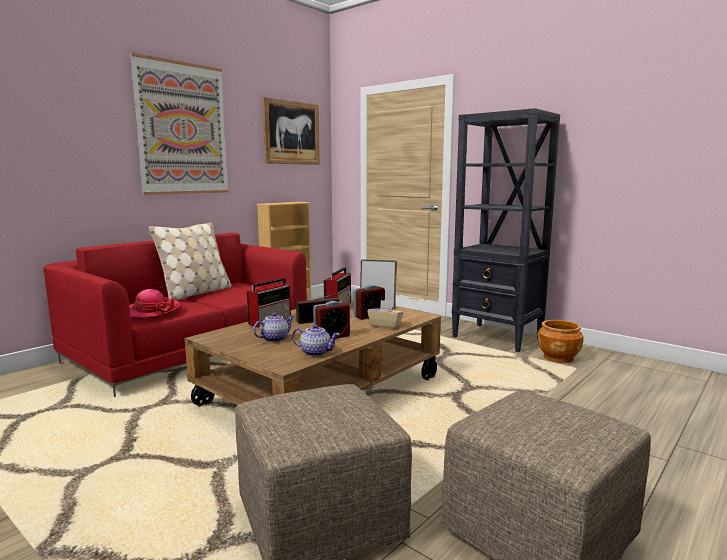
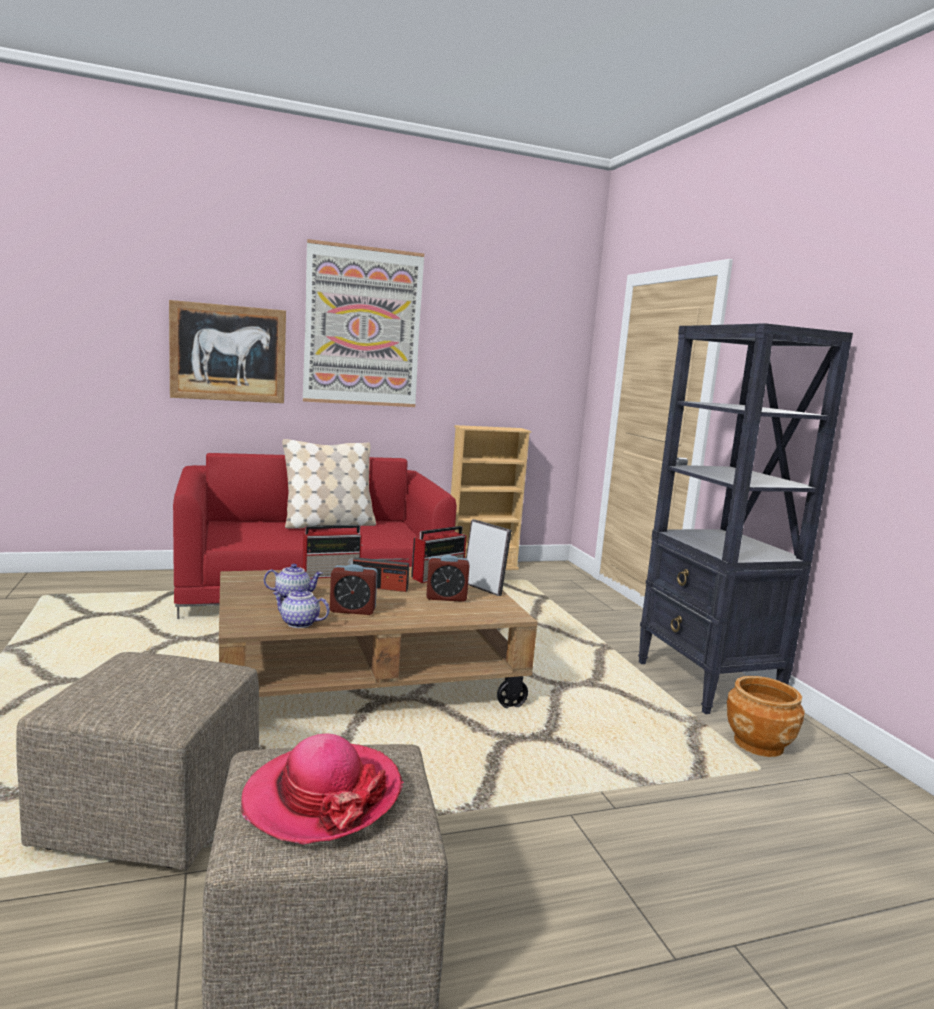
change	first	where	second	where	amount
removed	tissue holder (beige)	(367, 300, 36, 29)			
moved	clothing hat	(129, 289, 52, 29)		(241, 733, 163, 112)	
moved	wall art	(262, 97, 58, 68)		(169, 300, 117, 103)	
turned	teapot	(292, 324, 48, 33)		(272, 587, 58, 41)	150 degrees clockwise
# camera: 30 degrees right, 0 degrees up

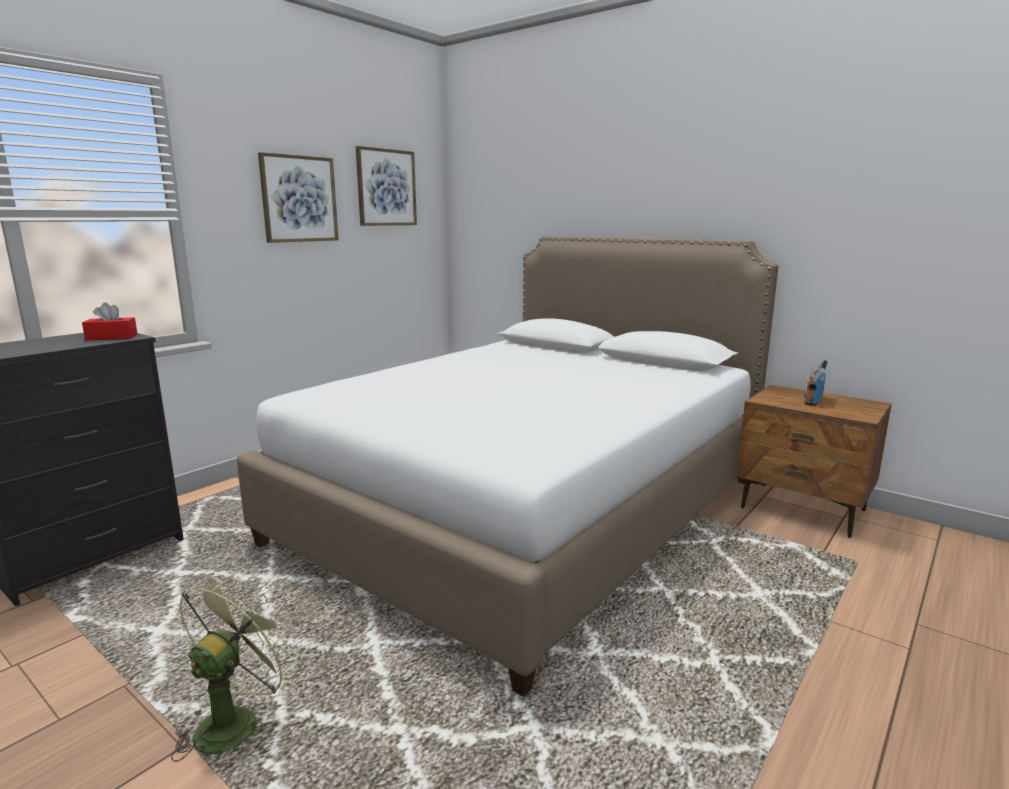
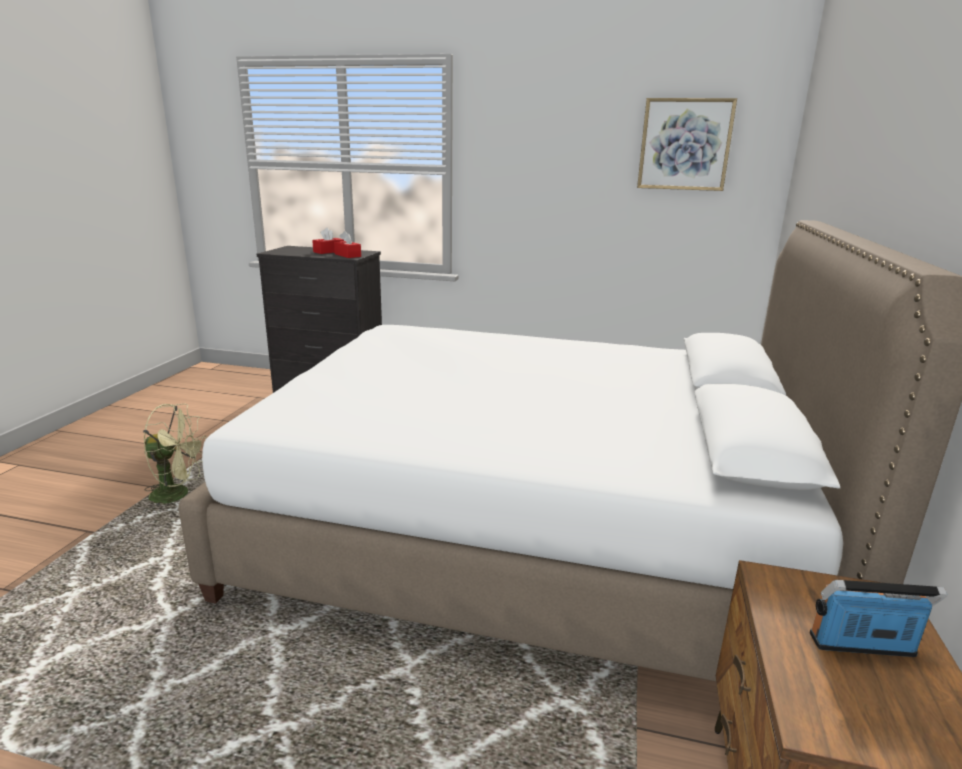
change	first	where	second	where	amount
removed	wall art	(258, 152, 81, 91)			
added			tissue holder (red-coloured)	(312, 228, 32, 26)	
# camera: 65 degrees right, 5 degrees up

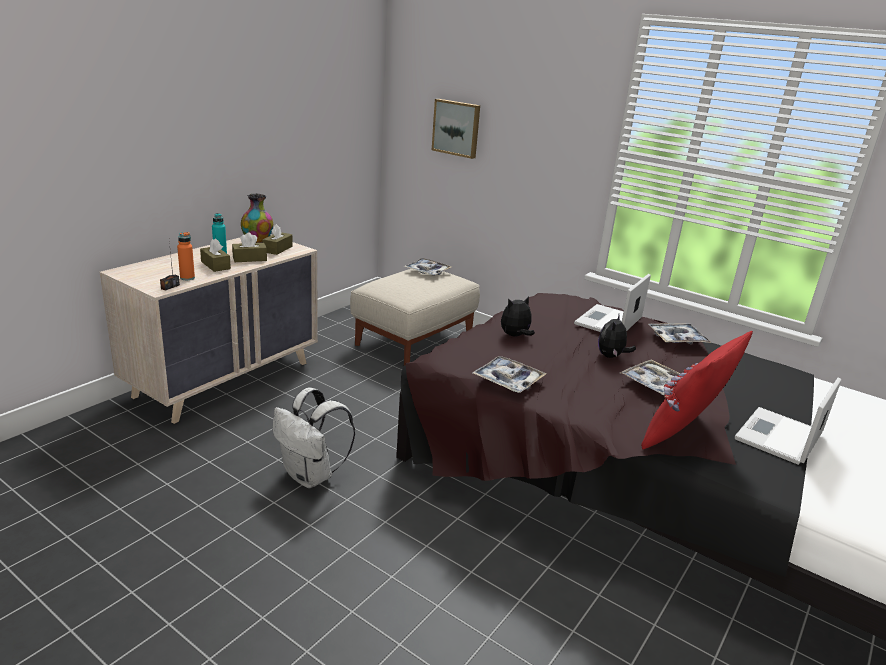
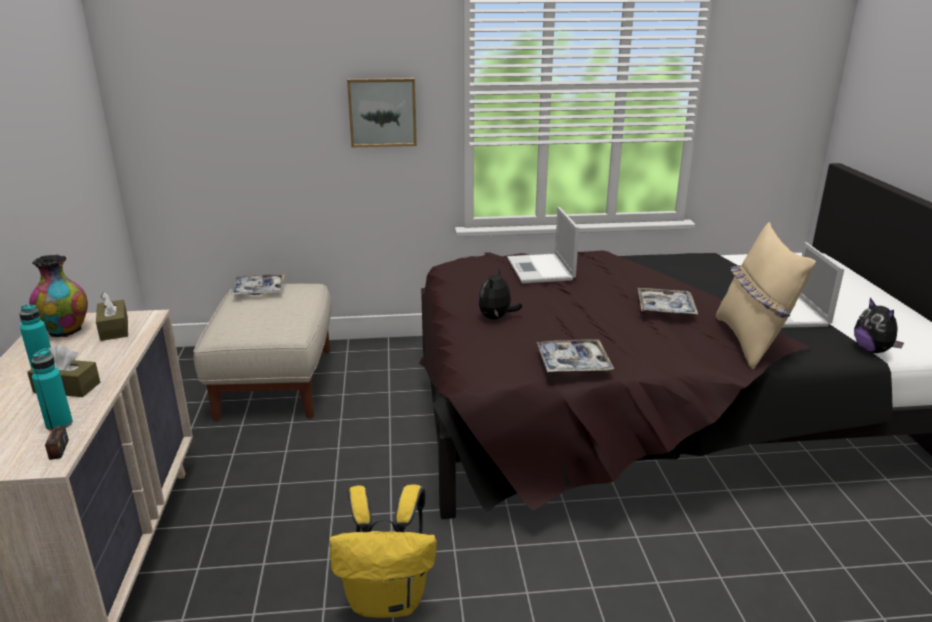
change	first	where	second	where	amount
removed	tissue holder (brownish)	(232, 232, 35, 30)			
removed	serving tray	(649, 323, 62, 21)			
moved	wall art	(432, 99, 48, 60)		(347, 78, 70, 69)	
moved	soft toy	(598, 315, 38, 43)		(854, 298, 50, 55)	
recoloured	beverage bottle (orange-coloured)	(177, 232, 18, 48)	beverage bottle (blue-green)	(31, 348, 42, 83)	
recoloured	backpack (whitish)	(273, 387, 82, 101)	backpack (yellow)	(329, 484, 108, 134)	
recoloured	throw pillow (red-coloured)	(641, 331, 112, 119)	throw pillow (beige)	(716, 222, 100, 147)	
# camera: 40 degrees left, 0 degrees up

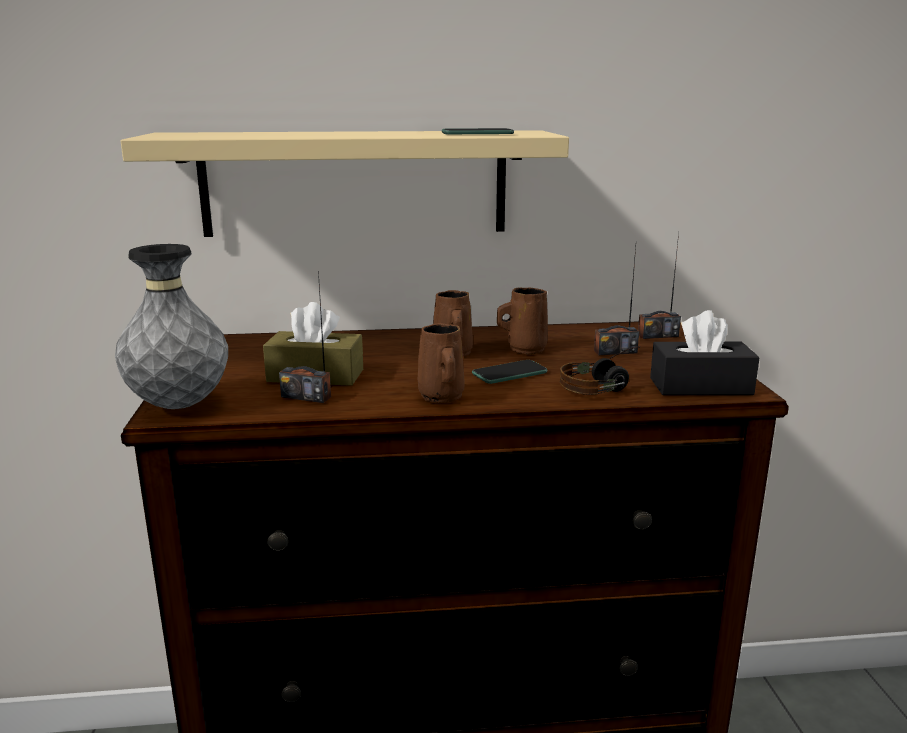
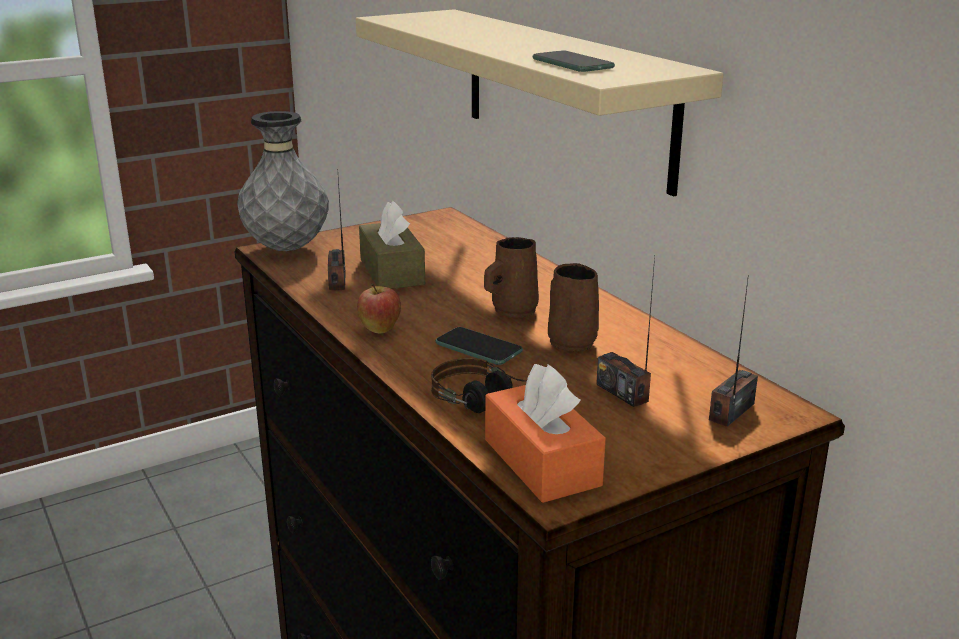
change	first	where	second	where	amount
replaced	mug (brownish)	(418, 323, 47, 80)	apple fruit	(357, 283, 44, 51)	
recoloured	tissue holder (blackish)	(650, 310, 110, 85)	tissue holder (orange-coloured)	(485, 364, 121, 139)	
turned	radio set	(638, 233, 43, 106)		(709, 275, 49, 152)	75 degrees clockwise
# camera: 65 degrees right, 5 degrees up

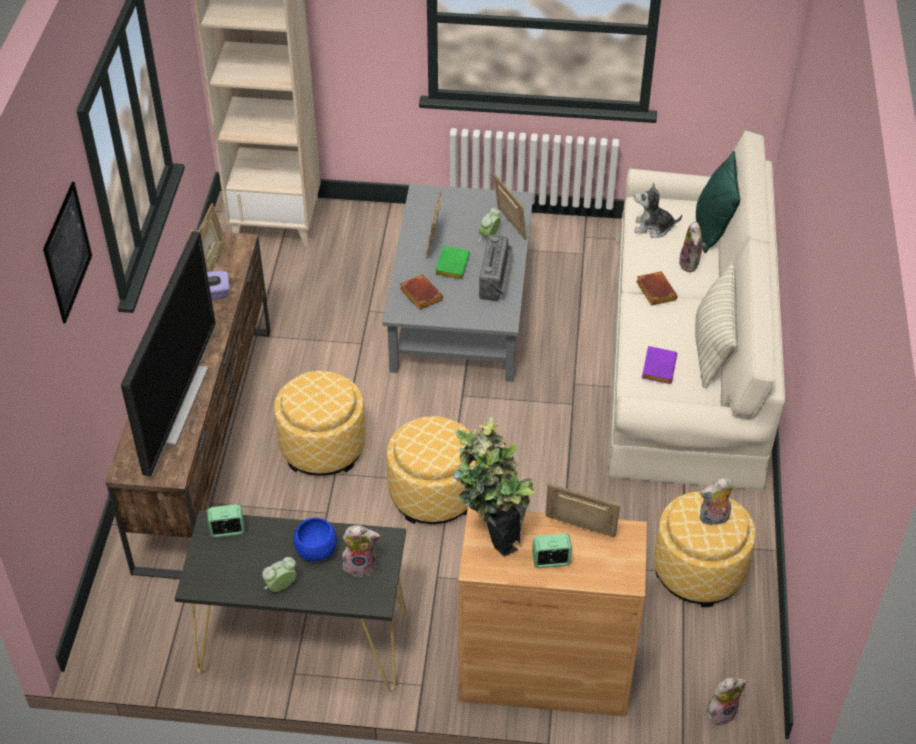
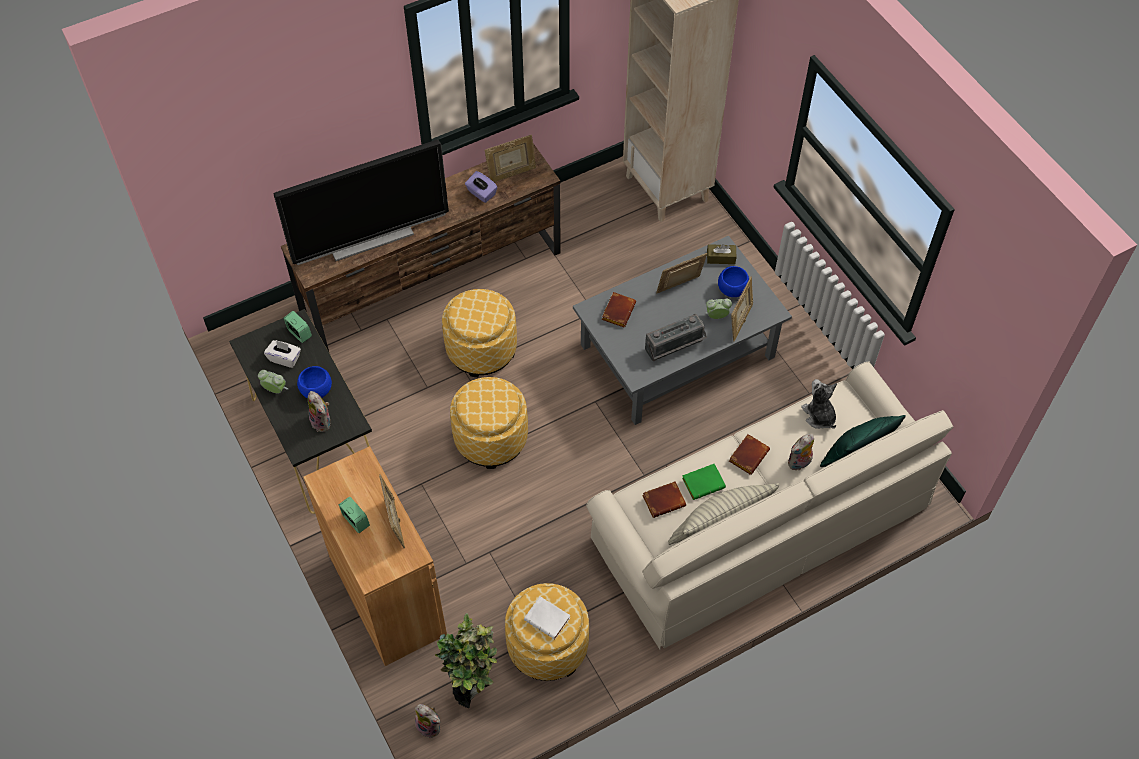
change	first	where	second	where	amount
removed	wall art	(43, 182, 49, 141)			
added			tissue holder (whitish)	(264, 340, 37, 28)	
added			tissue holder (brownish)	(707, 244, 29, 20)	
added			bowl (blue)	(718, 266, 31, 31)	
moved	bound book (greenish)	(435, 246, 35, 33)		(682, 464, 44, 36)	
moved	plant in a pot	(453, 417, 82, 139)		(435, 613, 62, 95)	
replaced	soft toy	(700, 478, 33, 48)	bound book (whitish)	(524, 596, 47, 44)	
recoloured	bound book (purplish)	(642, 346, 35, 38)	bound book (brownish)	(642, 481, 44, 37)	
# camera: 55 degrees right, 10 degrees up

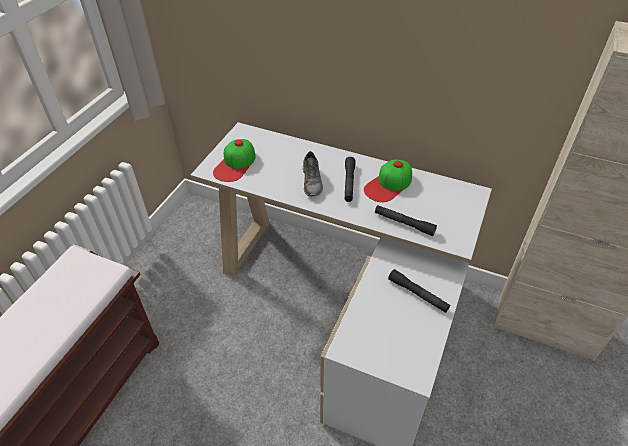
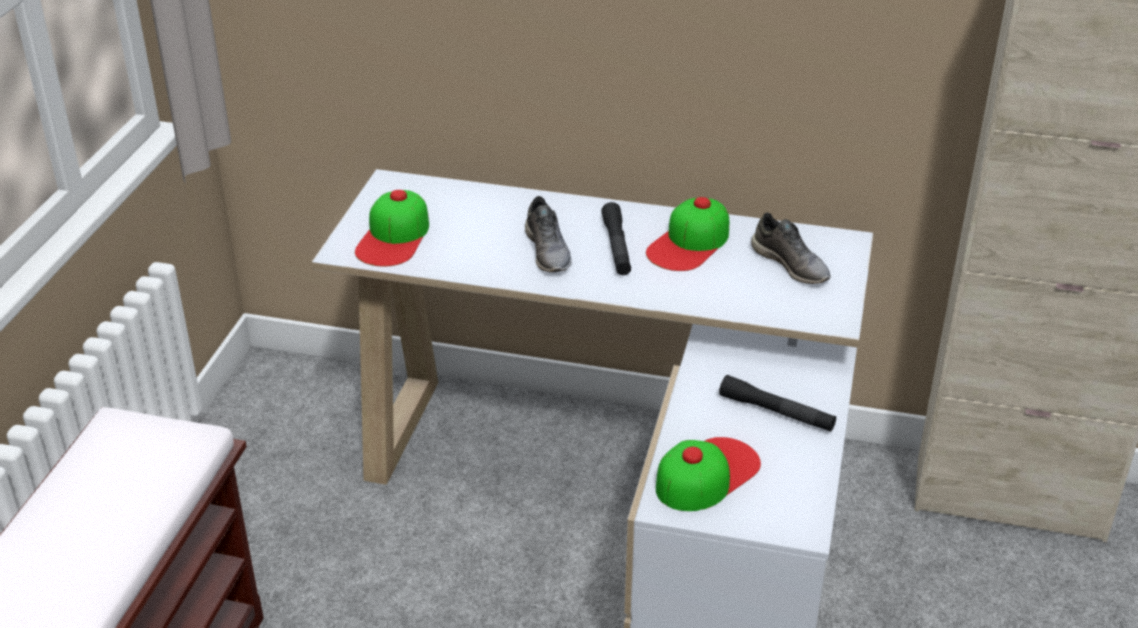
change	first	where	second	where	amount
removed	flashlight (blackish)	(375, 205, 62, 31)			
added			baseball cap	(656, 437, 105, 74)	
added			shoe (greyish)	(751, 212, 80, 72)	
# camera: 10 degrees left, 10 degrees down

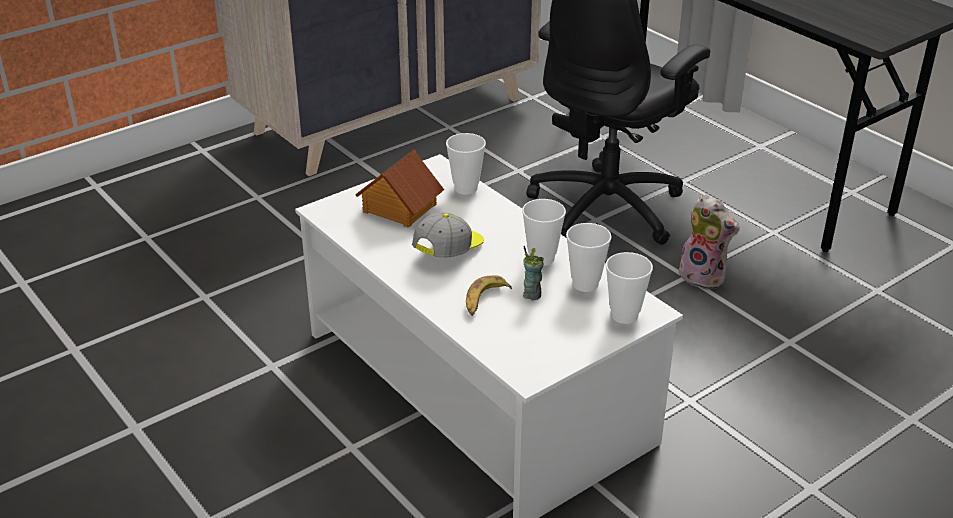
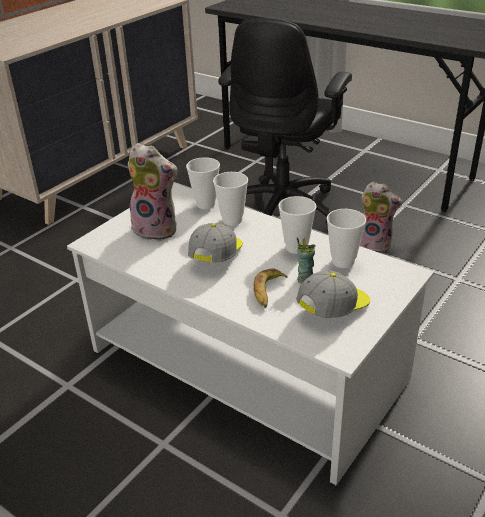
change	first	where	second	where	amount
added			baseball cap	(296, 271, 74, 47)	
moved	small cup	(606, 252, 47, 72)		(213, 172, 35, 53)	
replaced	model house	(355, 150, 89, 77)	soft toy	(128, 143, 50, 98)	
# camera: 15 degrees left, 0 degrees up

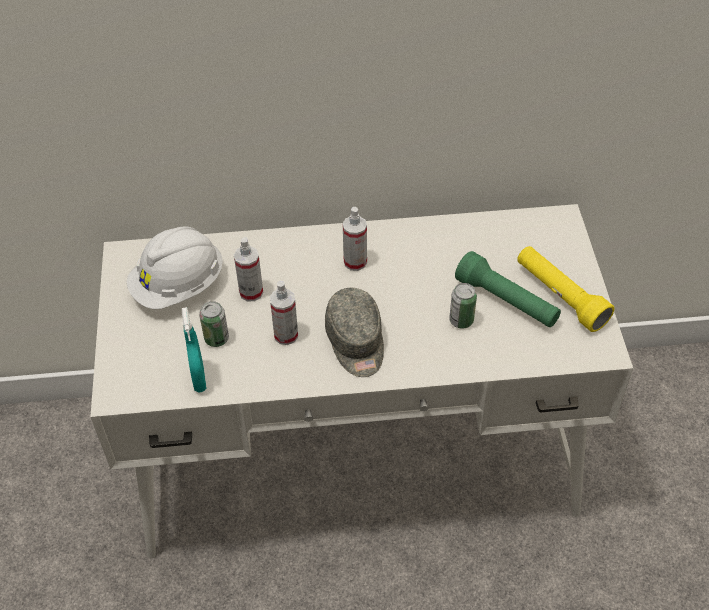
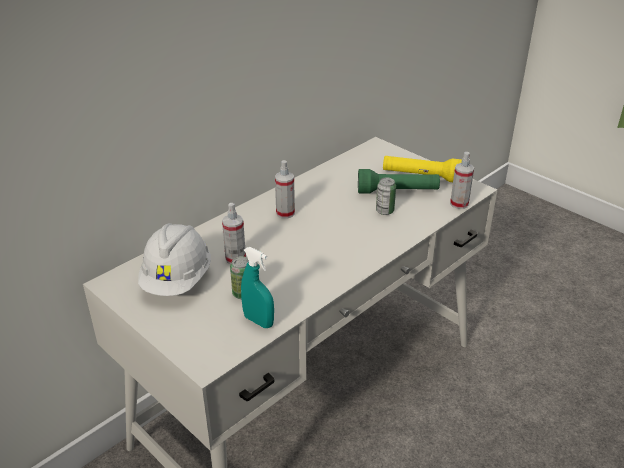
change	first	where	second	where	amount
removed	baseball cap (greyish)	(325, 288, 59, 89)			
moved	sprayer	(270, 281, 28, 64)		(450, 152, 24, 57)	
# camera: 40 degrees left, 15 degrees down

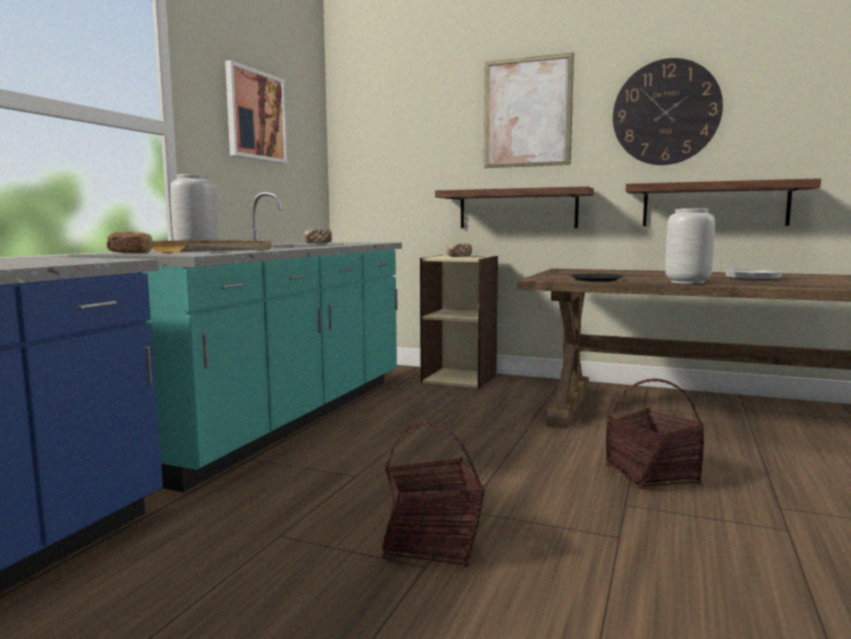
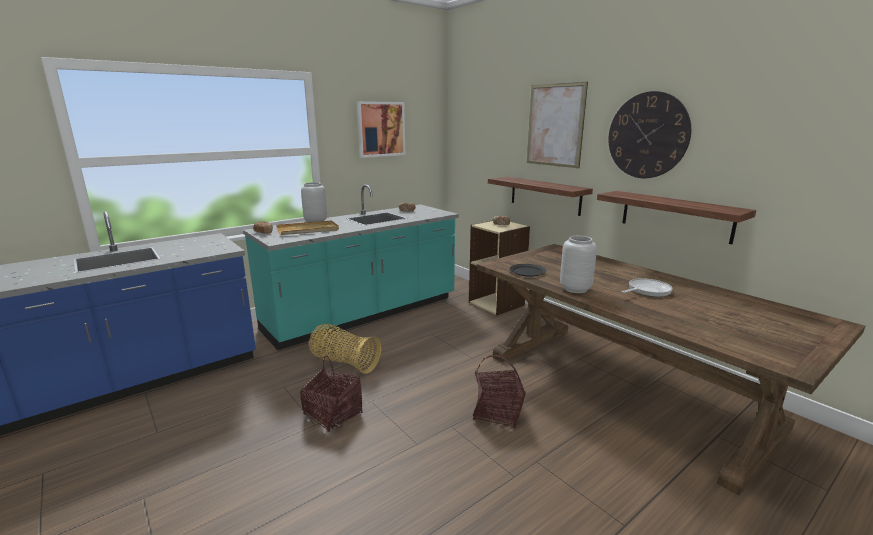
change	first	where	second	where	amount
added			household basket	(309, 324, 72, 50)	
# camera: 30 degrees right, 10 degrees up

